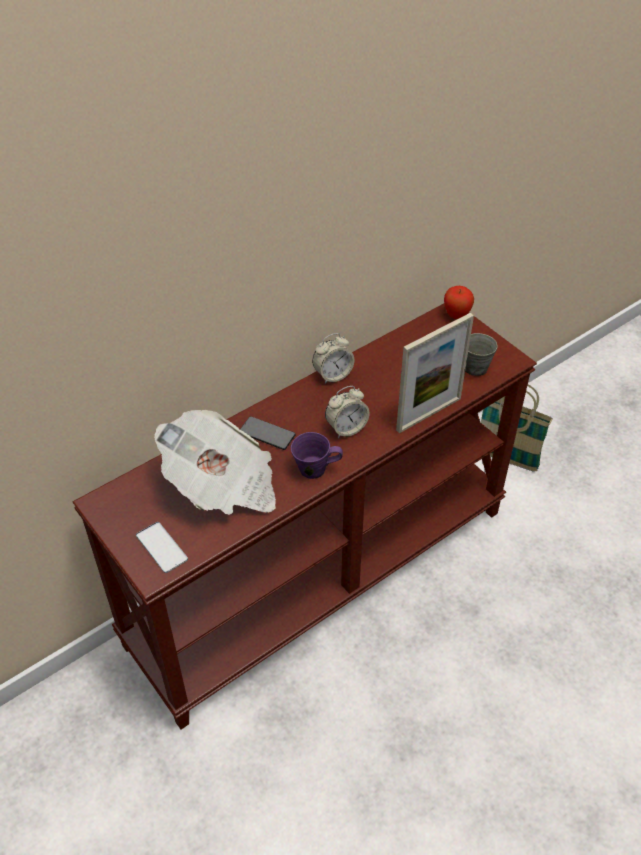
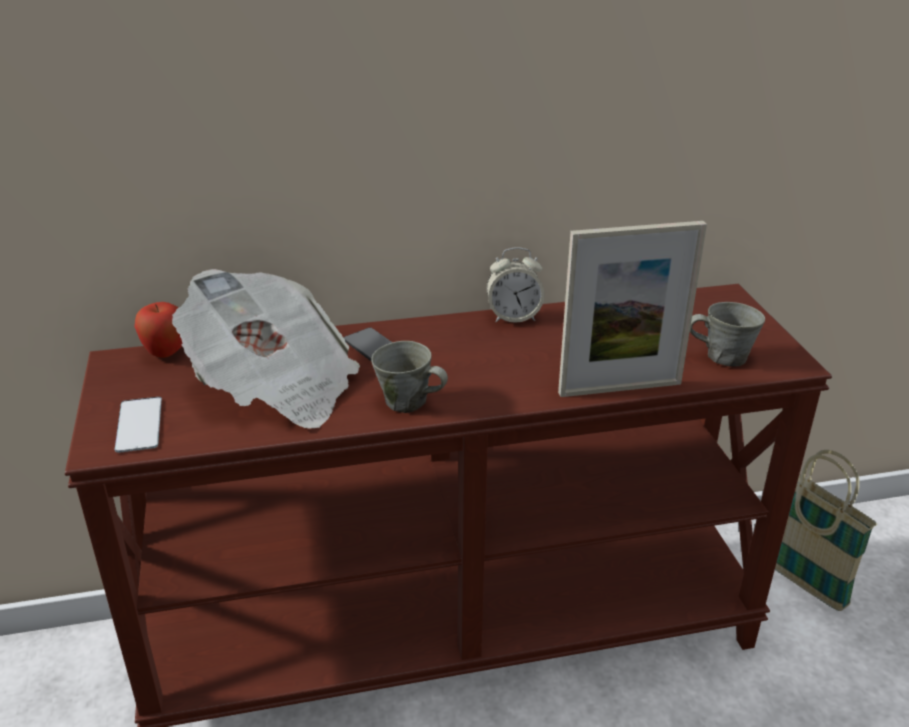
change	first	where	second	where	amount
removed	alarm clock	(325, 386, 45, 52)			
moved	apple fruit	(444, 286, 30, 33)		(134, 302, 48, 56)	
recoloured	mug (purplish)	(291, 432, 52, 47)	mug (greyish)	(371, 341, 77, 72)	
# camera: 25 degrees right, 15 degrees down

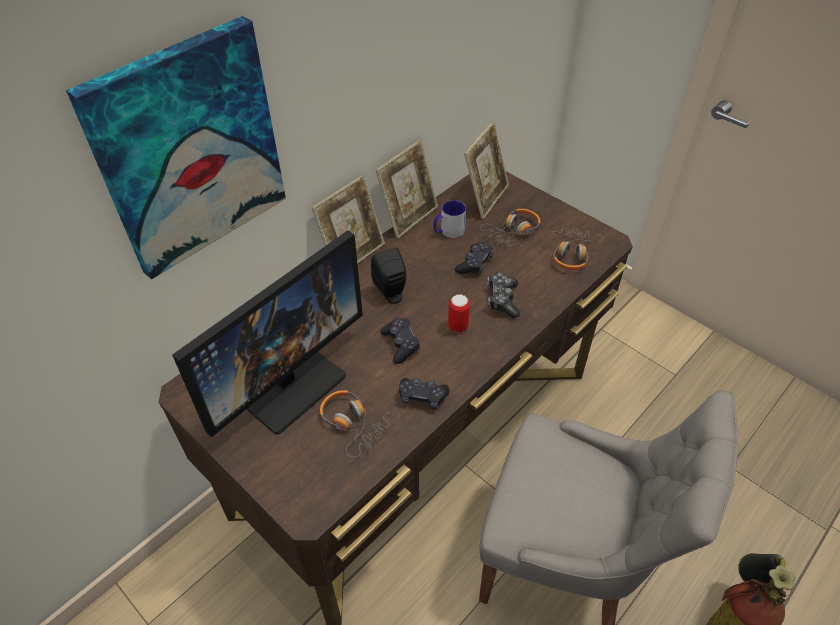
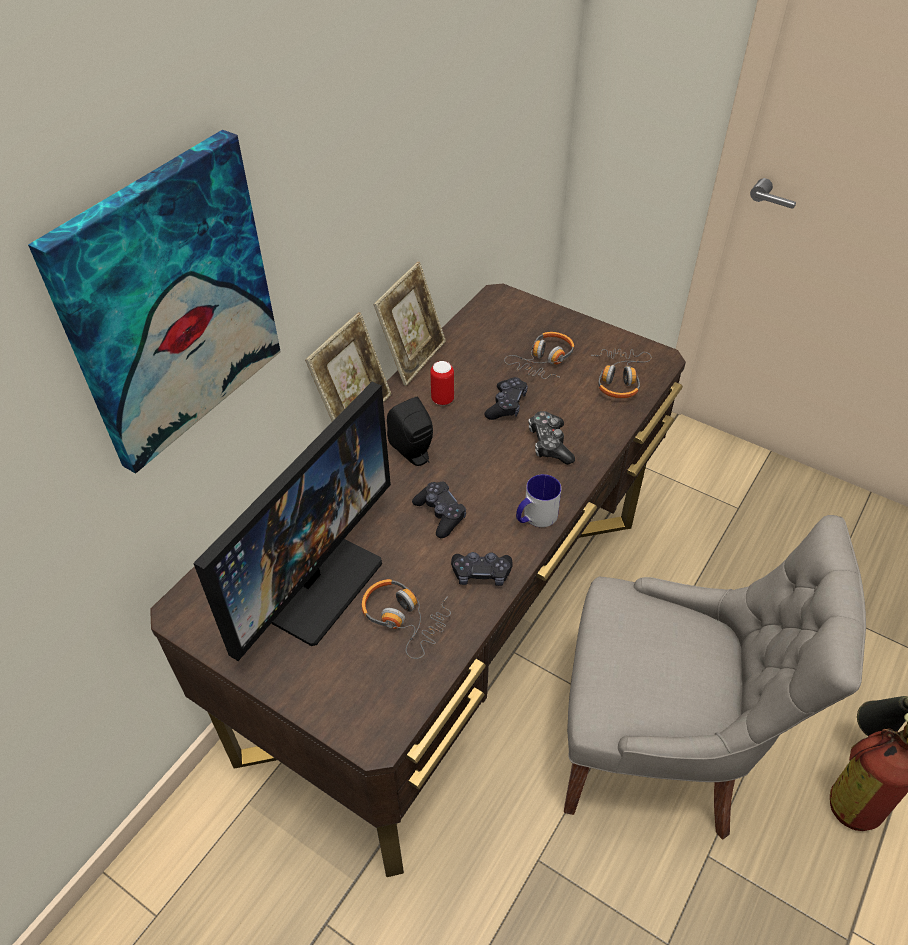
change	first	where	second	where	amount
removed	photo frame	(464, 121, 45, 98)			
moved	mug	(433, 200, 33, 38)		(516, 474, 45, 53)	
moved	can	(448, 294, 22, 38)		(430, 361, 24, 44)	
# camera: 10 degrees left, 0 degrees up

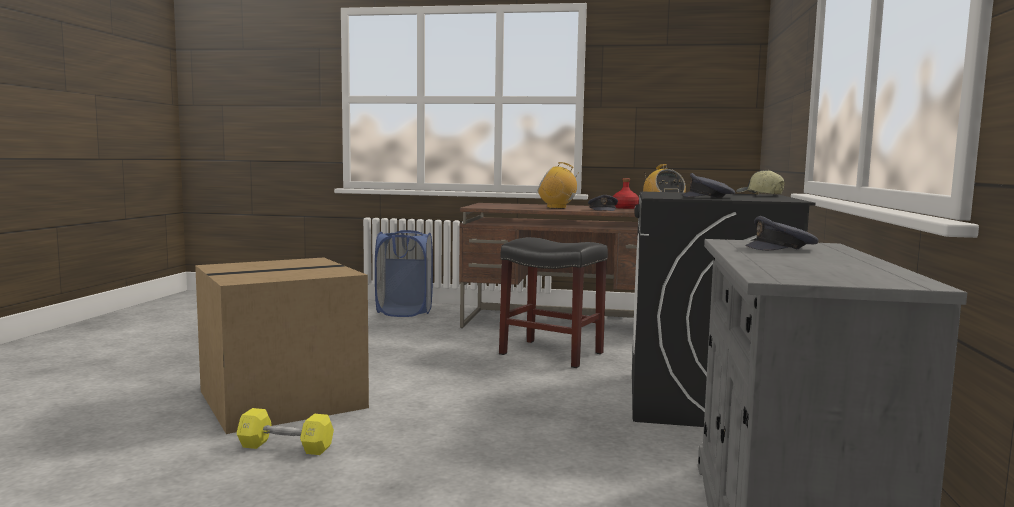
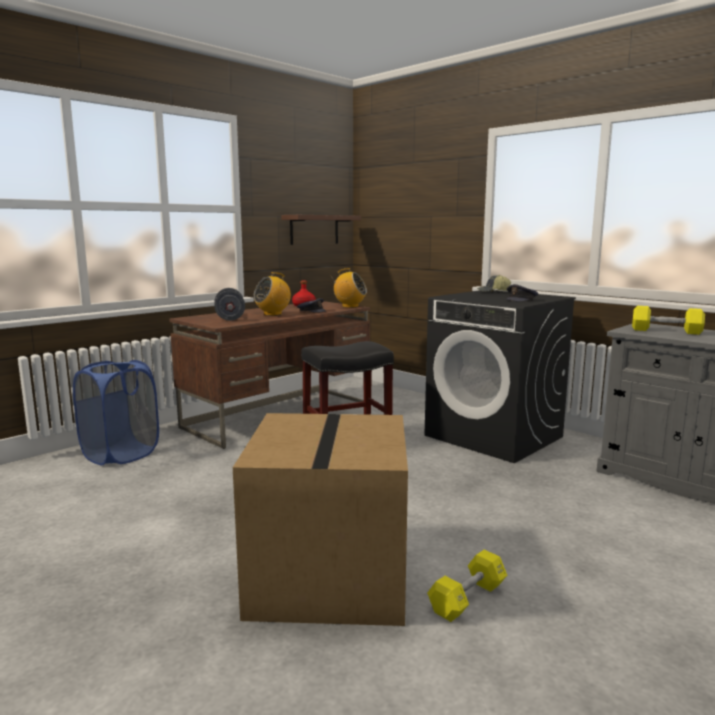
change	first	where	second	where	amount
added			free weight (greyish)	(215, 288, 30, 33)	
added			wall shelf (brownish)	(281, 215, 80, 30)	
replaced	baseball cap (greyish)	(745, 216, 74, 34)	free weight (yellow)	(632, 306, 73, 29)	
# camera: 55 degrees left, 5 degrees up

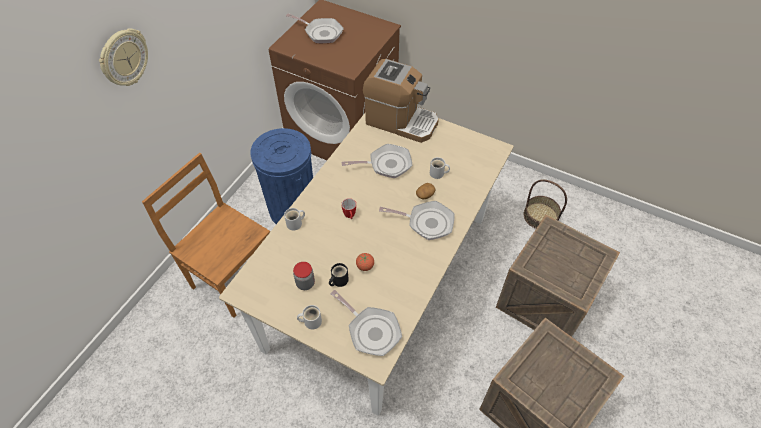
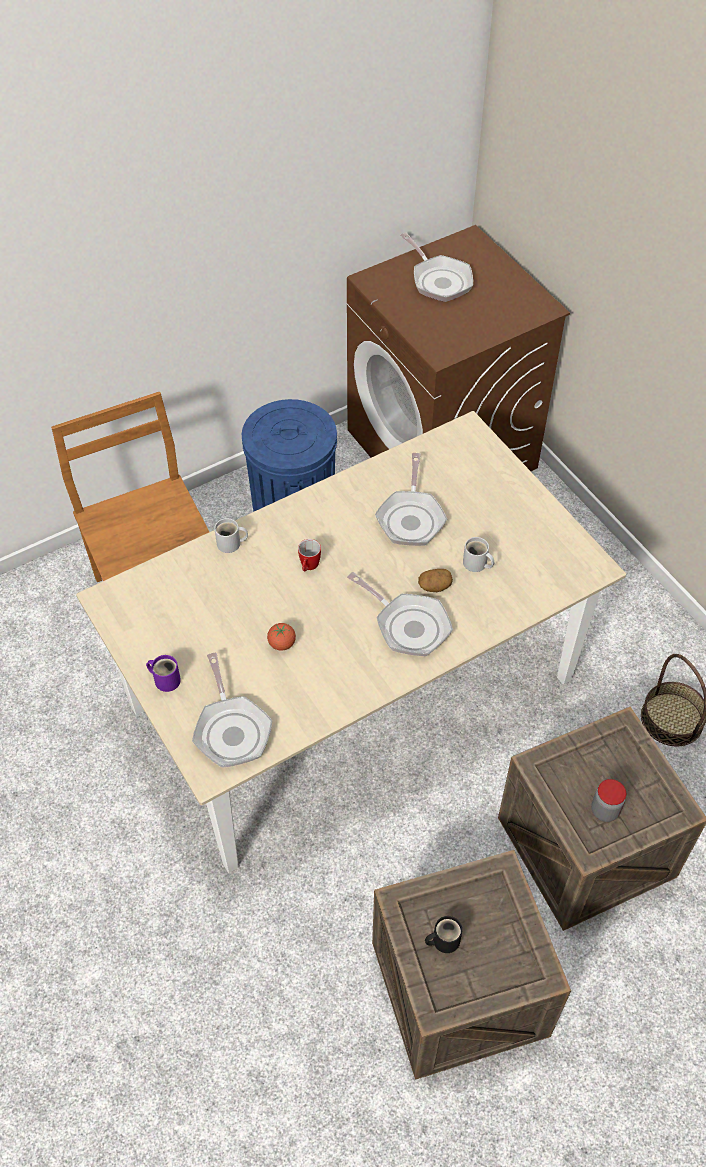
change	first	where	second	where	amount
removed	hanging clock	(99, 28, 49, 58)			
removed	coffee maker	(363, 59, 76, 84)			
moved	jar	(293, 262, 22, 28)		(591, 779, 35, 43)	
moved	mug (blackish)	(329, 263, 20, 24)		(425, 916, 37, 37)	
recoloured	mug (whitish)	(297, 305, 25, 25)	mug (purplish)	(146, 655, 35, 37)	
turned	pan	(341, 144, 71, 34)		(375, 453, 72, 93)	75 degrees clockwise
# camera: 30 degrees right, 0 degrees up

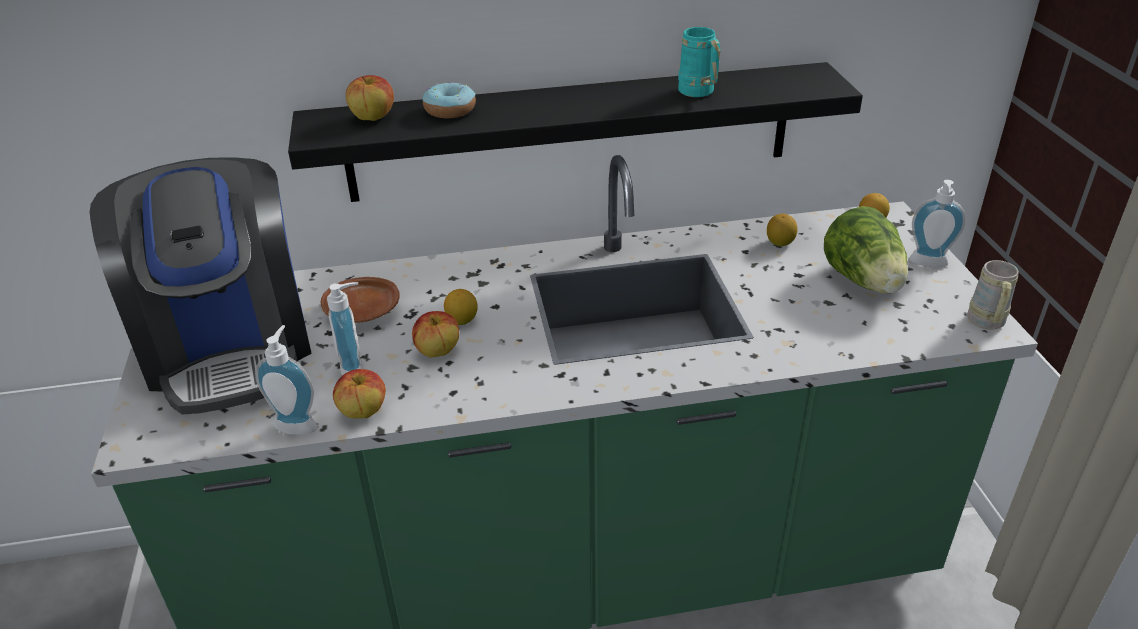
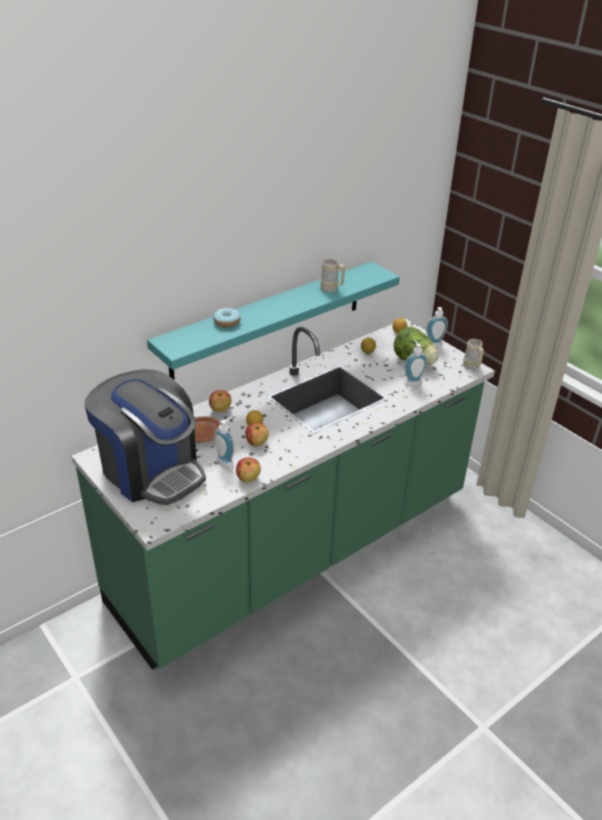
change	first	where	second	where	amount
moved	soap bottle	(255, 325, 62, 110)		(404, 340, 24, 47)	
moved	apple fruit	(346, 75, 48, 46)		(209, 390, 22, 22)	
recoloured	wall shelf (blackish)	(288, 62, 575, 140)	wall shelf (blue-green)	(147, 262, 253, 118)	
recoloured	mug (blue-green)	(678, 27, 43, 70)	mug (beige)	(321, 259, 24, 33)	
# camera: 30 degrees left, 0 degrees up

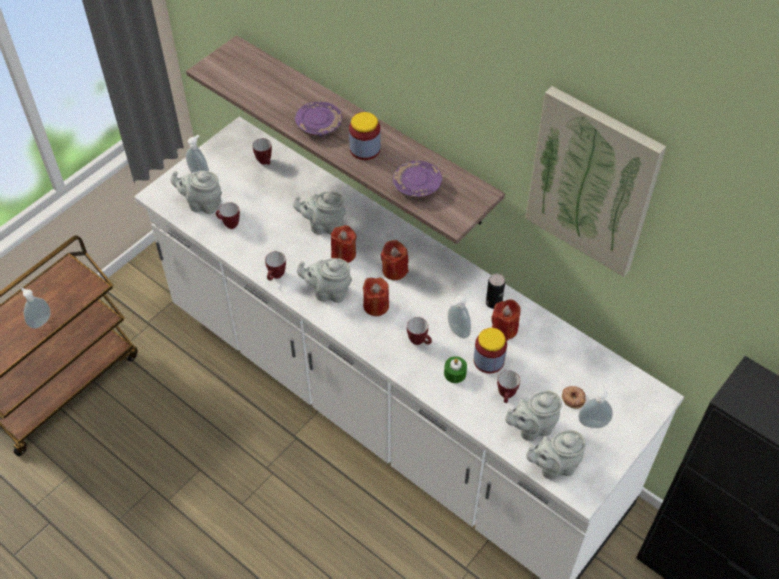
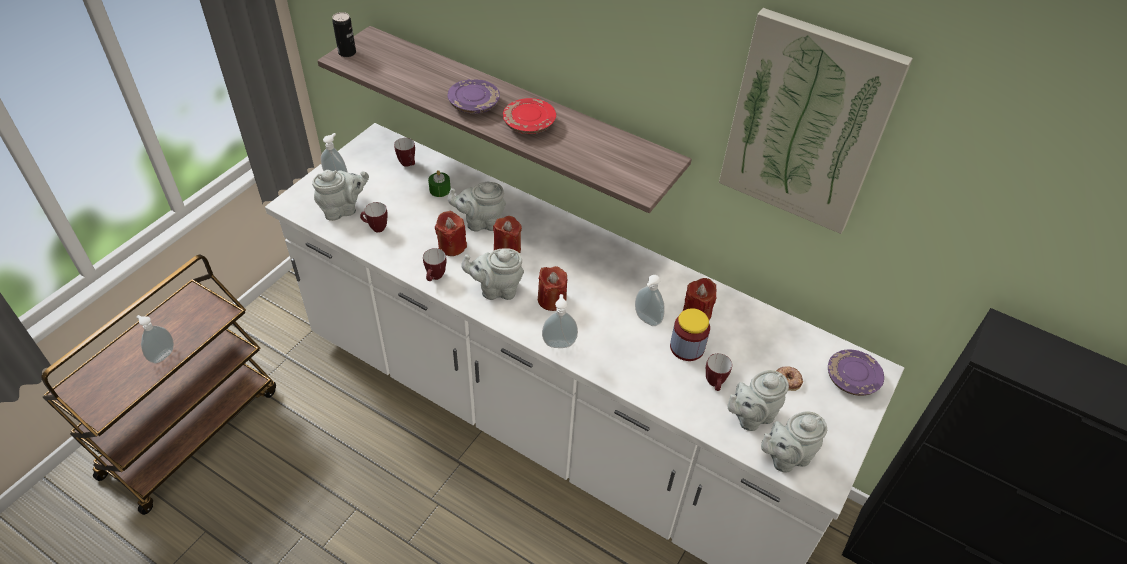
change	first	where	second	where	amount
removed	mug	(407, 317, 25, 28)			
moved	wax candle (red-coloured)	(381, 240, 28, 41)		(435, 211, 32, 45)	
moved	dinner plate (purplish)	(393, 161, 49, 37)		(828, 350, 56, 46)	
moved	wax candle (greenish)	(444, 356, 23, 27)		(428, 170, 23, 27)	
moved	can	(486, 273, 19, 36)		(332, 12, 24, 45)	
moved	soap bottle	(578, 384, 35, 44)		(542, 294, 36, 54)	
replaced	jar	(349, 112, 32, 48)	dinner plate (red-coloured)	(503, 98, 53, 36)	
turned	teapot (greyish)	(171, 171, 51, 43)		(312, 170, 57, 51)	150 degrees clockwise
# camera: 10 degrees left, 5 degrees down

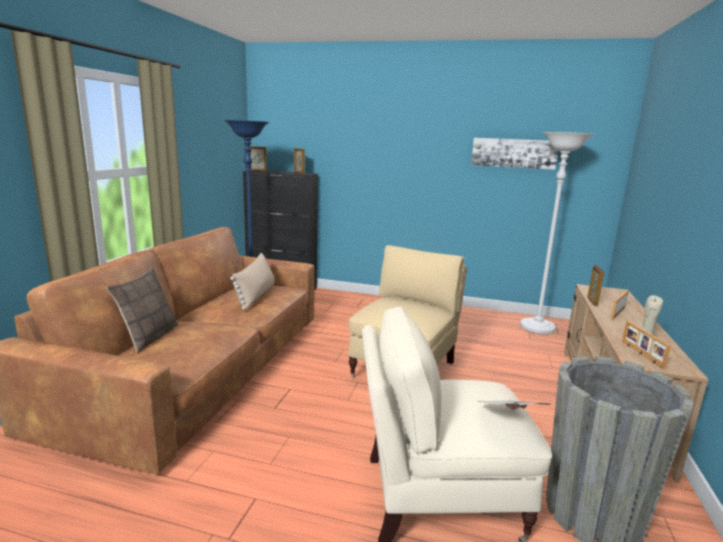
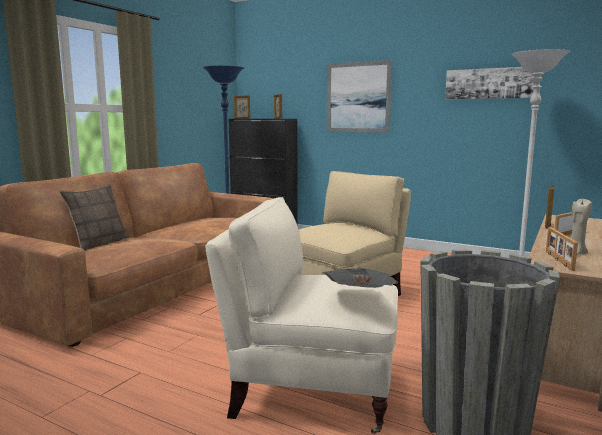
change	first	where	second	where	amount
removed	throw pillow (beige)	(230, 253, 45, 57)			
added			wall art	(327, 60, 65, 73)	
# camera: 15 degrees right, 5 degrees down

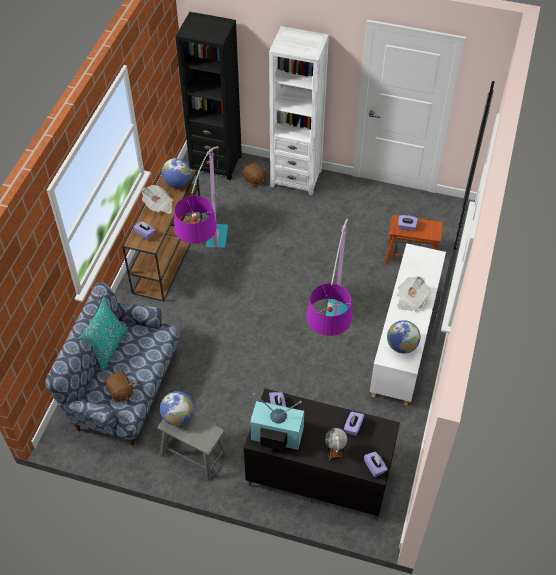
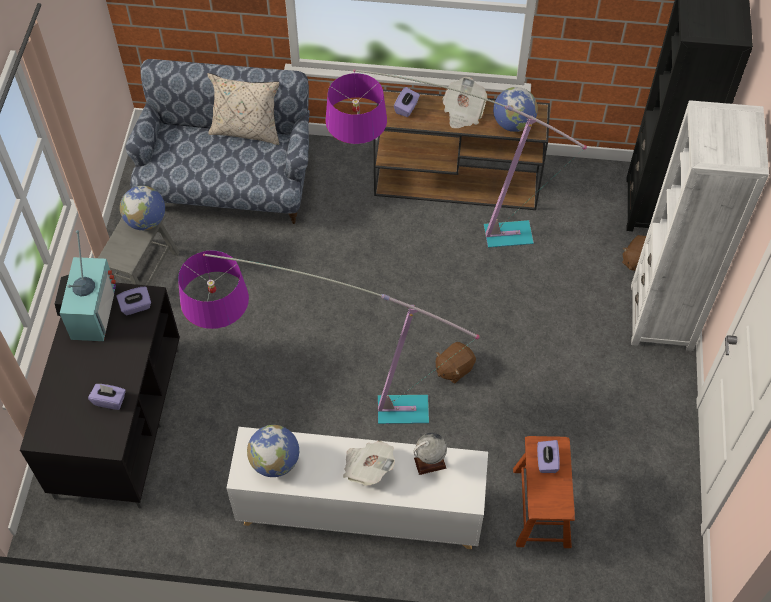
change	first	where	second	where	amount
removed	tissue holder (purplish)	(364, 451, 24, 26)			
moved	soft toy (brownish)	(106, 372, 28, 30)		(436, 342, 40, 42)	
moved	globe	(325, 428, 22, 32)		(413, 433, 34, 42)	
recoloured	throw pillow (blue-green)	(78, 296, 50, 76)	throw pillow (beige)	(207, 73, 73, 72)	
# camera: 80 degrees right, 5 degrees up

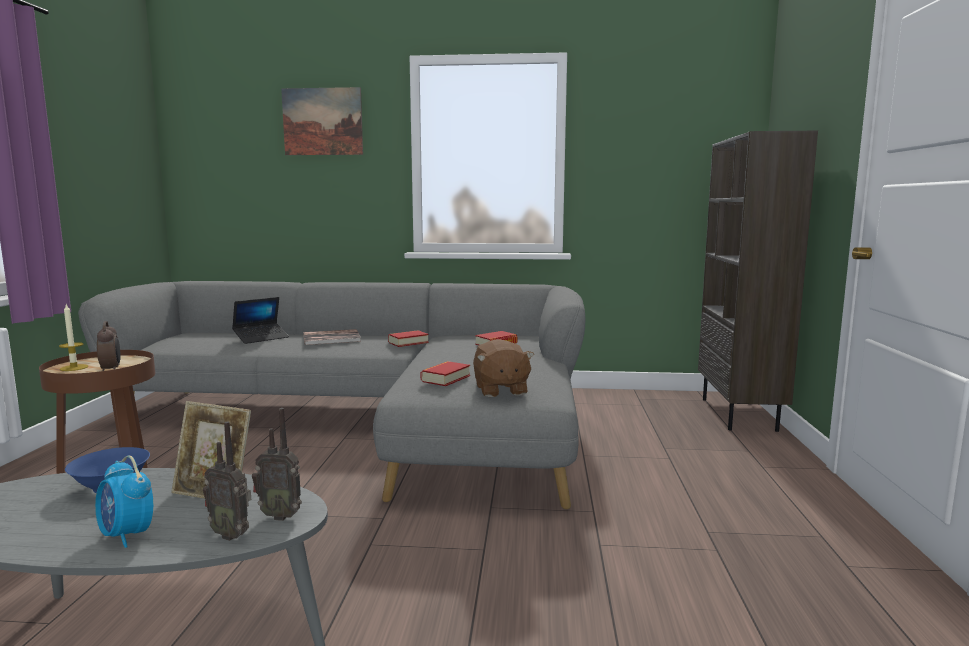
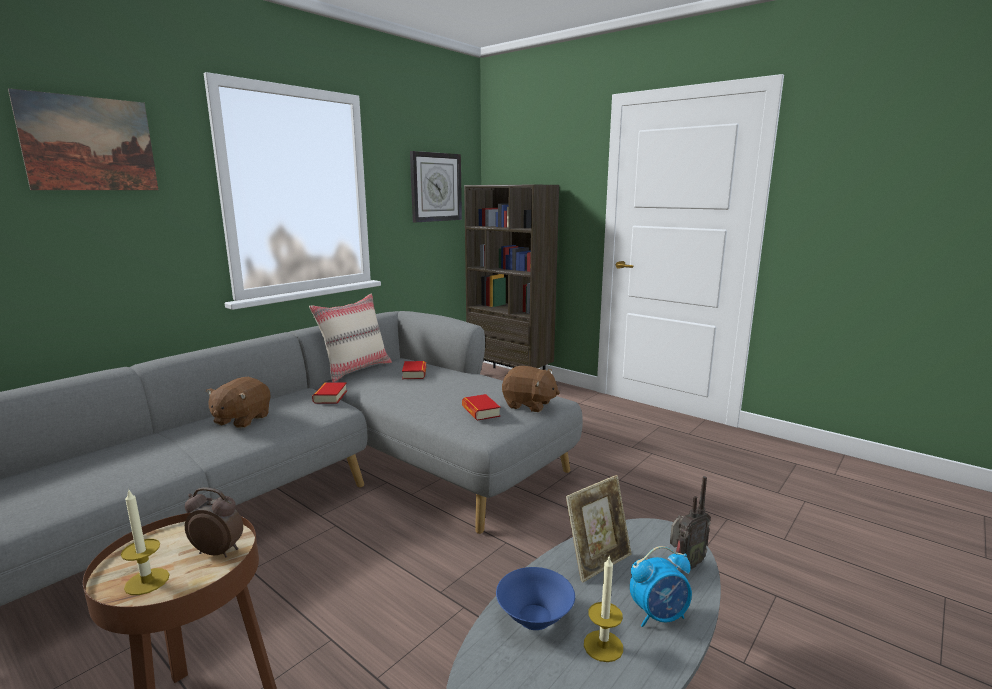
change	first	where	second	where	amount
removed	laptop	(232, 297, 57, 47)			
removed	radio set	(252, 408, 50, 113)			
added			throw pillow (beige)	(309, 294, 83, 88)	
added			hanging clock	(410, 151, 52, 71)	
added			wax candle	(584, 557, 39, 105)	
replaced	bound book	(303, 329, 58, 16)	soft toy (brownish)	(206, 377, 64, 51)	
# camera: 55 degrees left, 5 degrees up

